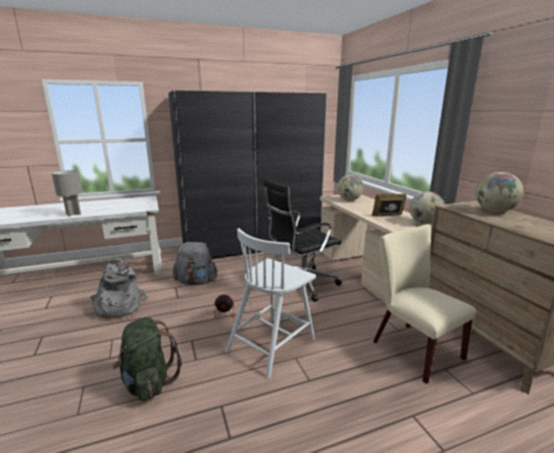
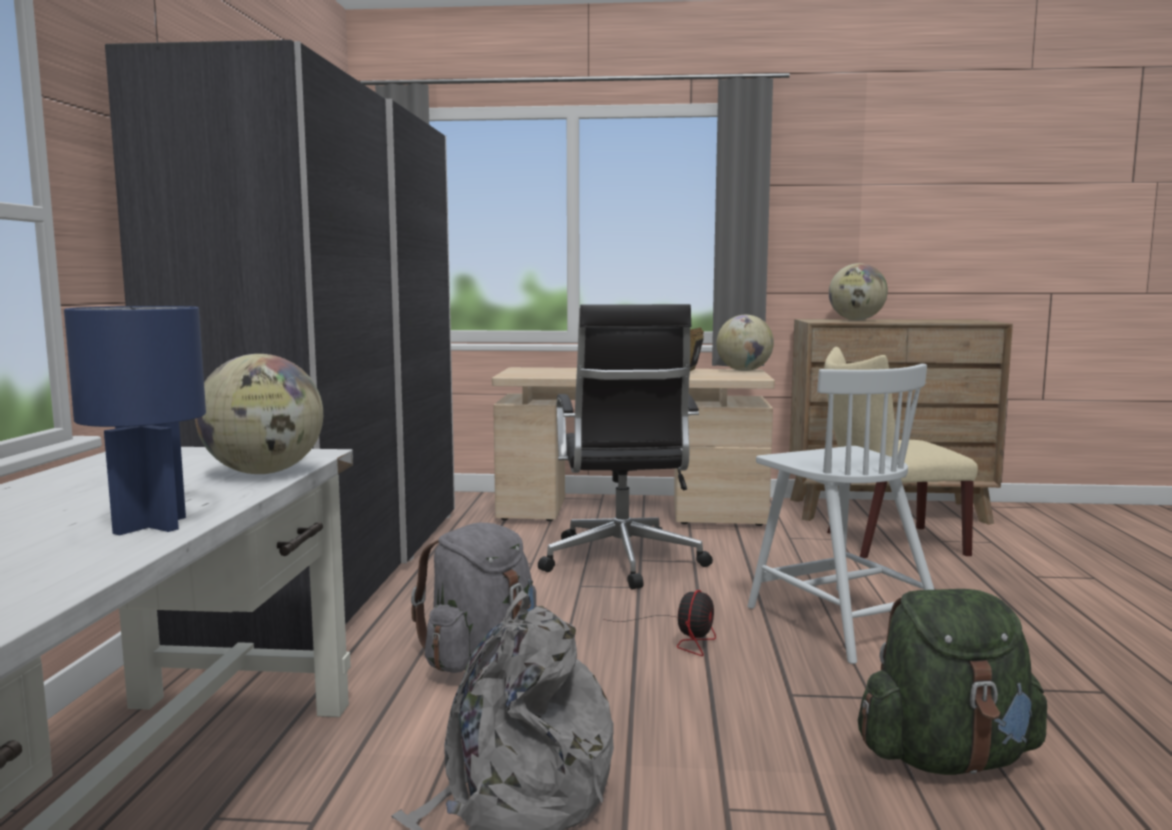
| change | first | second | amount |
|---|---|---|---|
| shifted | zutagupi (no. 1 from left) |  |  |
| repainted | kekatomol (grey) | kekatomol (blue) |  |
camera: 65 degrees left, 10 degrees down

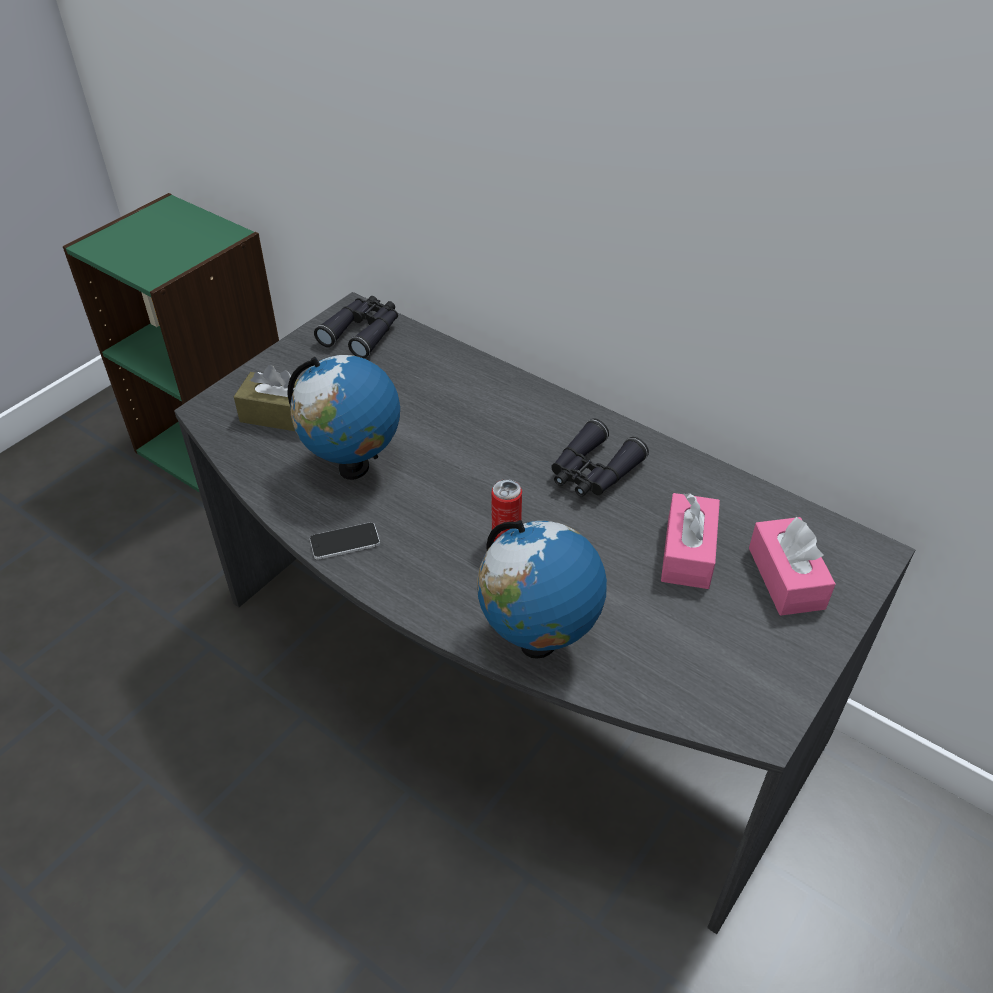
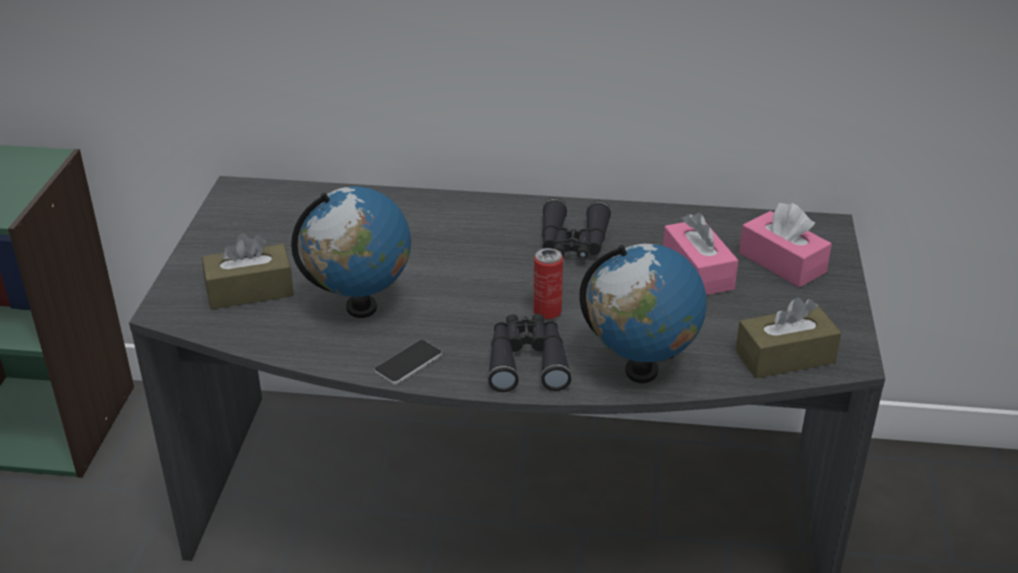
| change | first | second | amount |
|---|---|---|---|
| new |  | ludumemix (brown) (no. 2 from left) |  |
| shifted | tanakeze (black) (no. 1 from left) |  |  |
camera: 30 degrees left, 10 degrees down

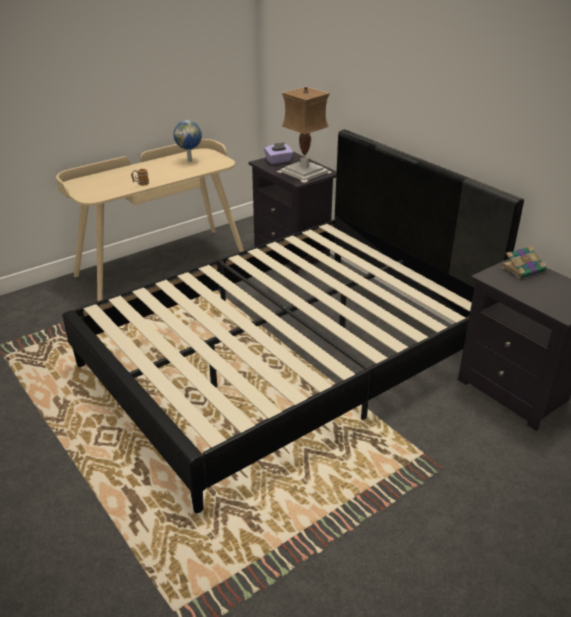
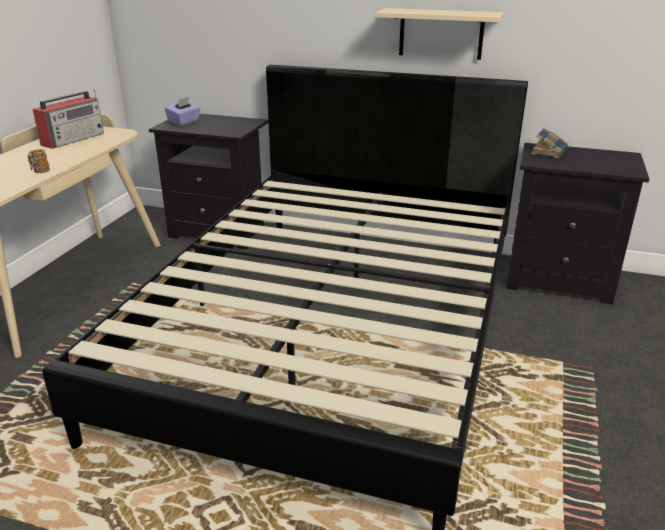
| change | first | second | amount |
|---|---|---|---|
| gone | kekatomol |  |  |
| new |  | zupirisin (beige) |  |
| swapped | zutagupi | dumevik |  |
camera: 35 degrees left, 5 degrees down

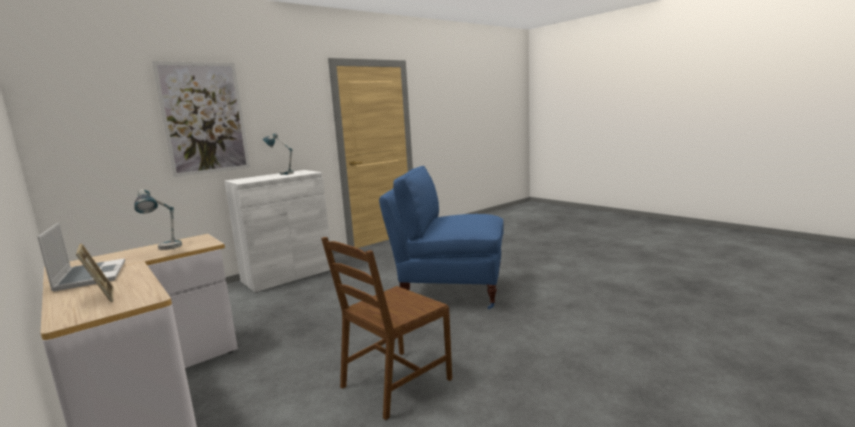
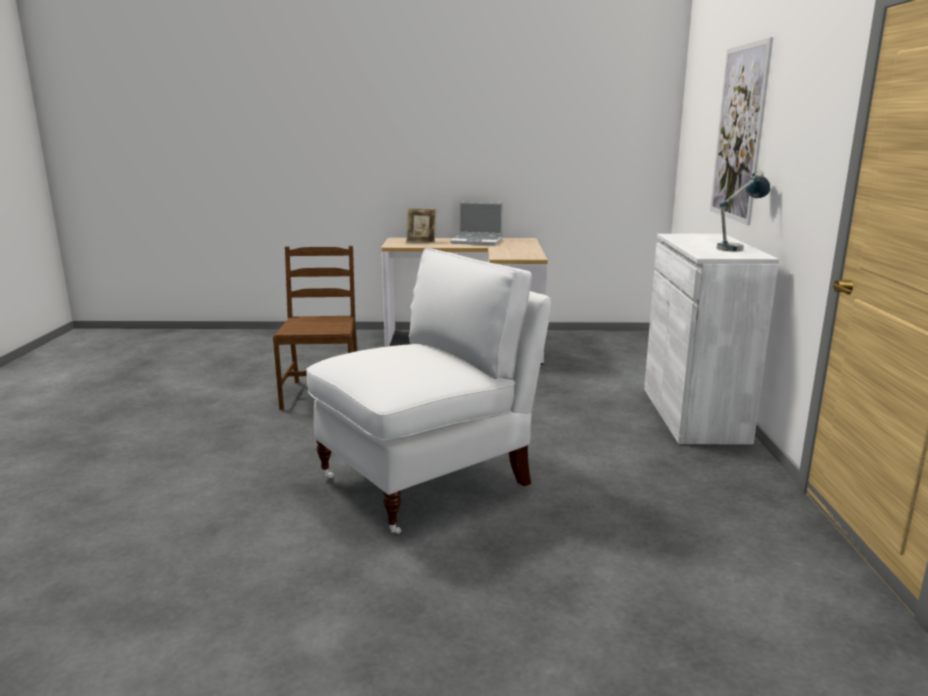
| change | first | second | amount |
|---|---|---|---|
| gone | kekatomol (no. 1 from left) |  |  |
| repainted | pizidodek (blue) | pizidodek (white) |  |
camera: 130 degrees right, 5 degrees up

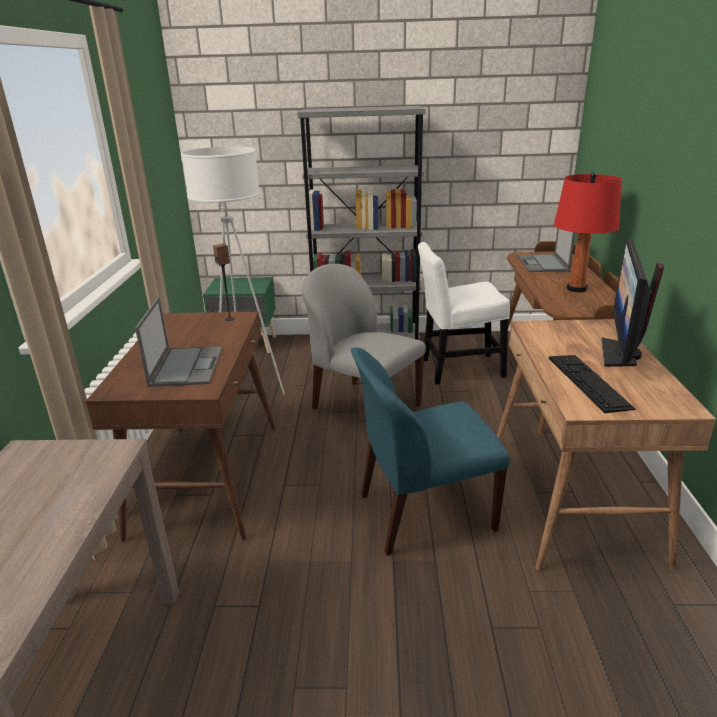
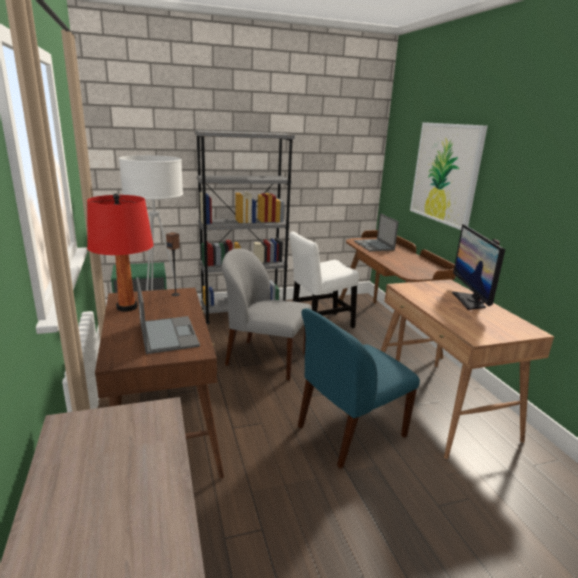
| change | first | second | amount |
|---|---|---|---|
| gone | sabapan |  |  |
| new |  | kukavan |  |
| shifted | kekatomol (red) |  |  |
camera: 20 degrees left, 5 degrees down

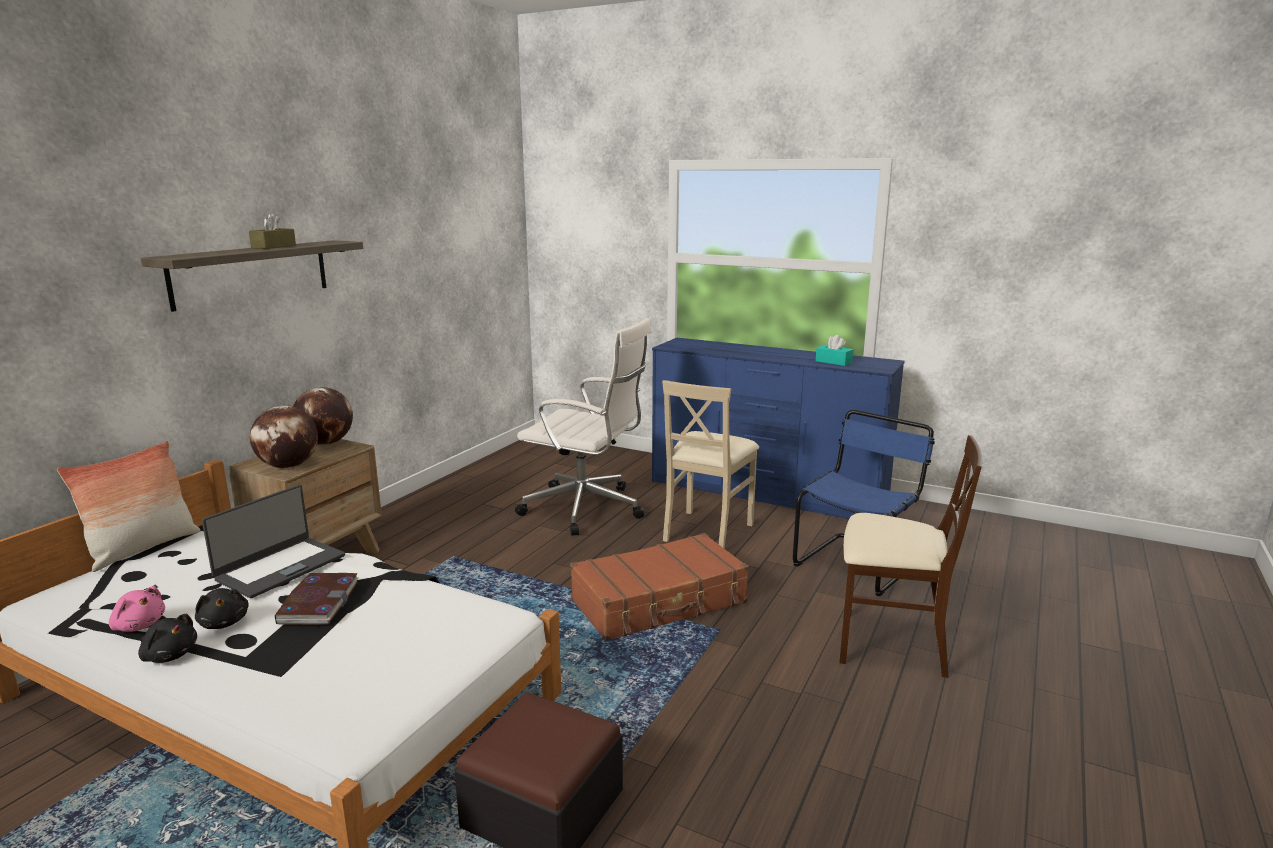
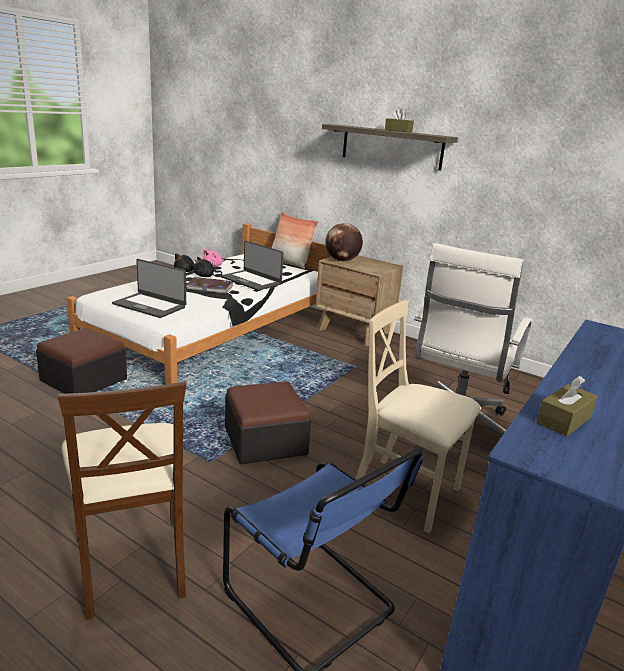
| change | first | second | amount |
|---|---|---|---|
| gone | zutagupi (no. 2 from left) |  |  |
| new |  | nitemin (no. 1 from left) |  |
| swapped | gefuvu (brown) | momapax (no. 2 from left) |  |
| repainted | ludumemix (turquoise) | ludumemix (brown) (no. 2 from left) |  |
| rotated | pizidodek (beige) (no. 2 from left in the first image) | pizidodek (beige) (no. 1 from left) | 45 degrees counterclockwise |
camera: 95 degrees right, 5 degrees up

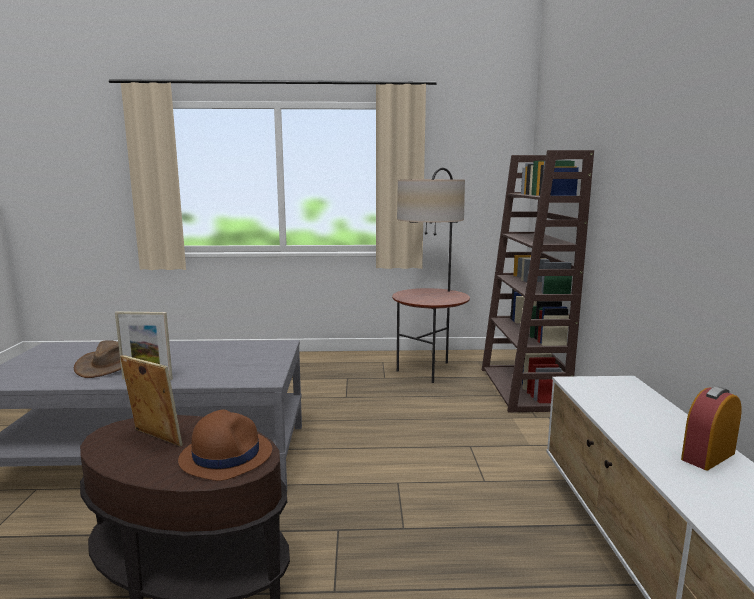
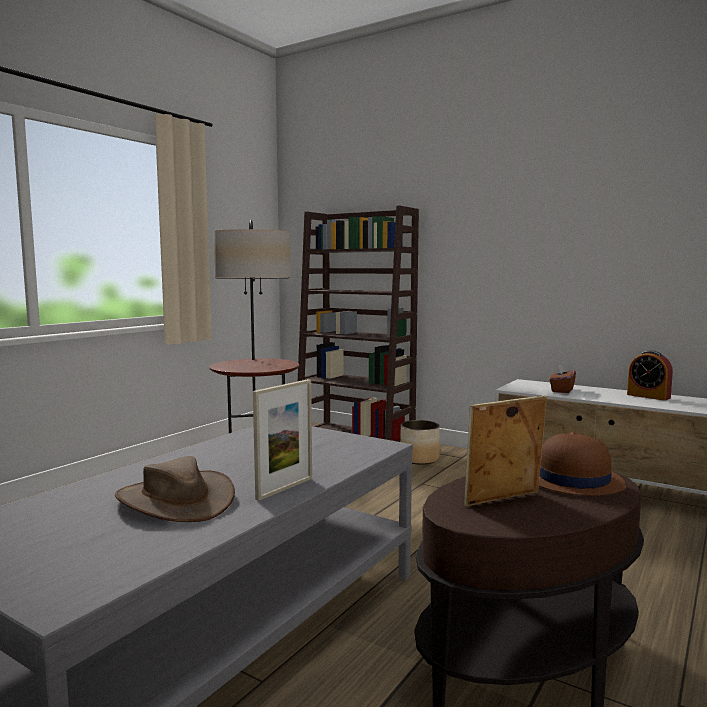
| change | first | second | amount |
|---|---|---|---|
| new |  | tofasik |  |
| new |  | ludumemix (brown) |  |
| rotated | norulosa |  | 45 degrees counterclockwise |
camera: 55 degrees left, 5 degrees down

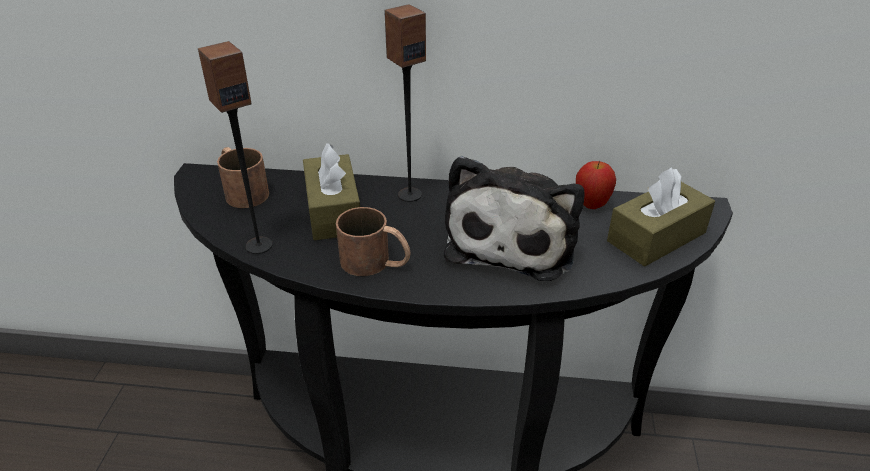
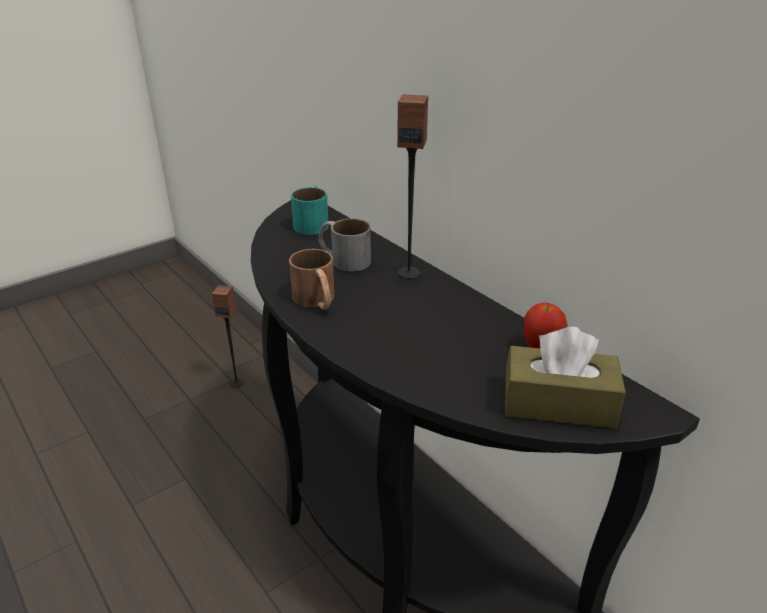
| change | first | second | amount |
|---|---|---|---|
| gone | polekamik |  |  |
| shifted | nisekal (no. 1 from left) |  |  |
| swapped | ludumemix (brown) (no. 1 from left) | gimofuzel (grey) |  |
| repainted | gimofuzel (brown) (no. 1 from left) | gimofuzel (turquoise) |  |
camera: 45 degrees right, 5 degrees down

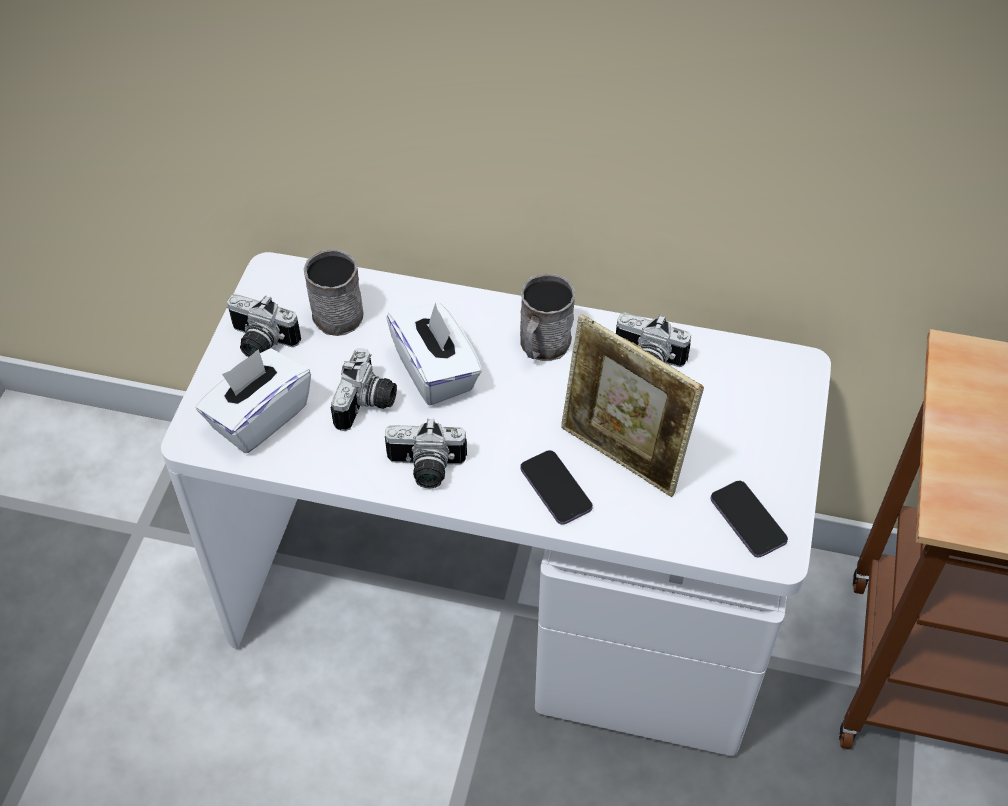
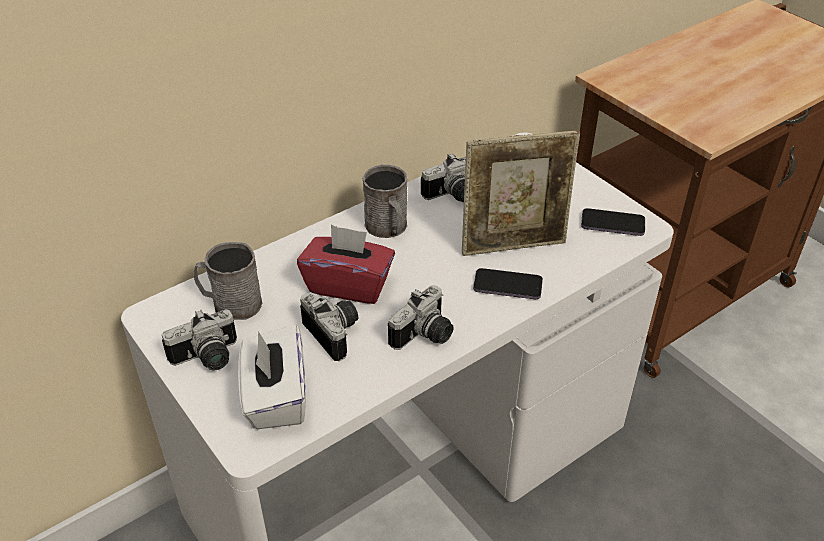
| change | first | second | amount |
|---|---|---|---|
| repainted | ludumemix (white) (no. 2 from left) | ludumemix (red) |  |
camera: 50 degrees left, 10 degrees down

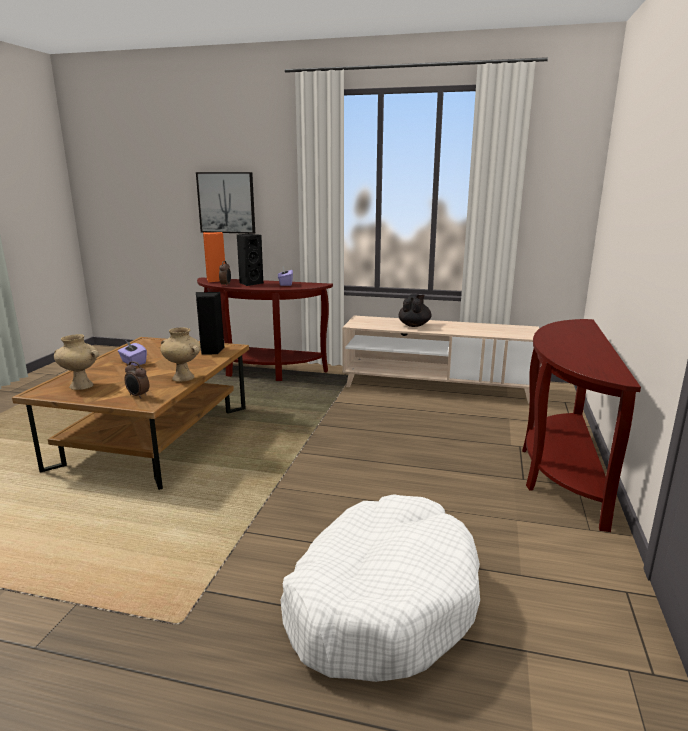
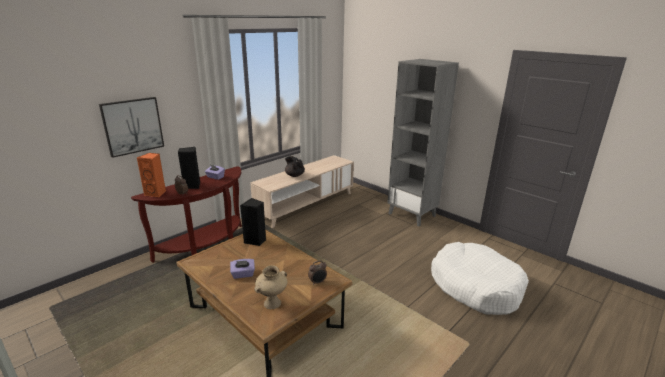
| change | first | second | amount |
|---|---|---|---|
| gone | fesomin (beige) (no. 2 from left) |  |  |
| swapped | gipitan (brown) (no. 2 from left) | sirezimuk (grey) |  |
camera: 60 degrees left, 5 degrees up

